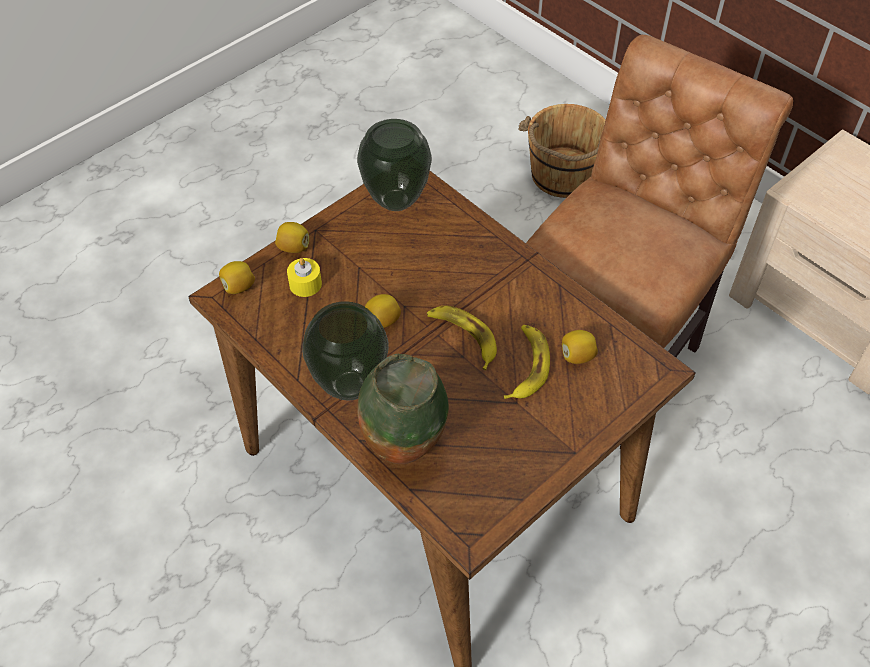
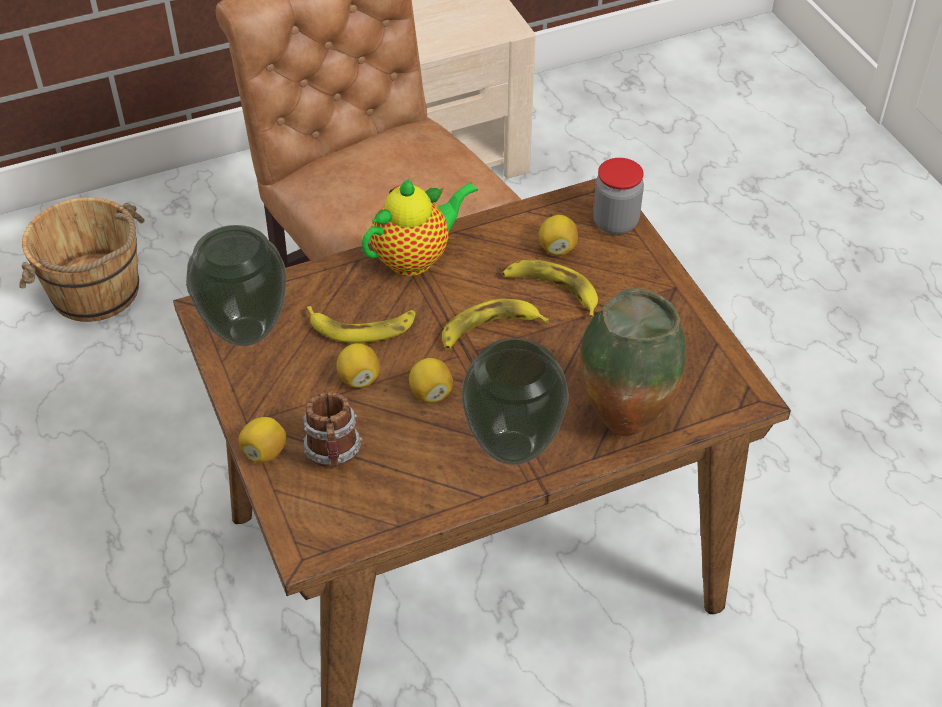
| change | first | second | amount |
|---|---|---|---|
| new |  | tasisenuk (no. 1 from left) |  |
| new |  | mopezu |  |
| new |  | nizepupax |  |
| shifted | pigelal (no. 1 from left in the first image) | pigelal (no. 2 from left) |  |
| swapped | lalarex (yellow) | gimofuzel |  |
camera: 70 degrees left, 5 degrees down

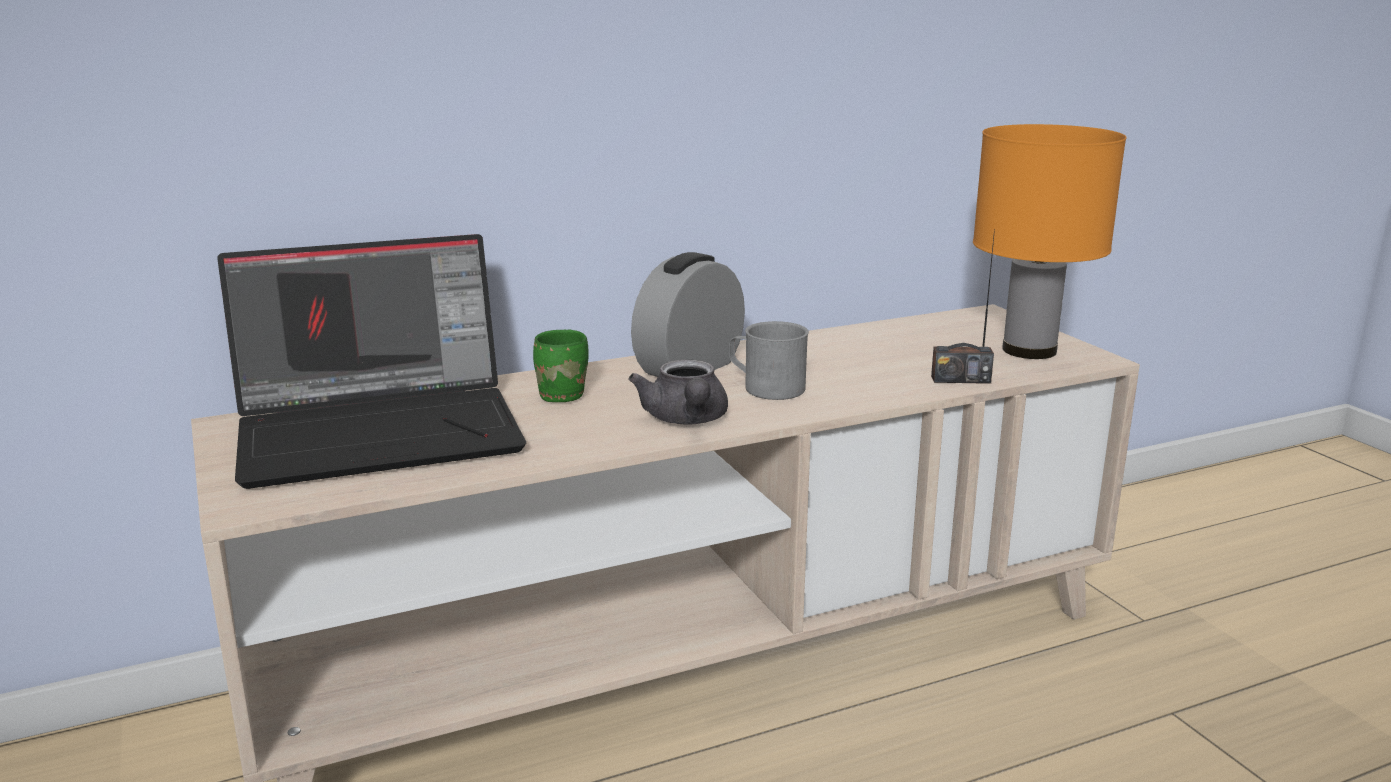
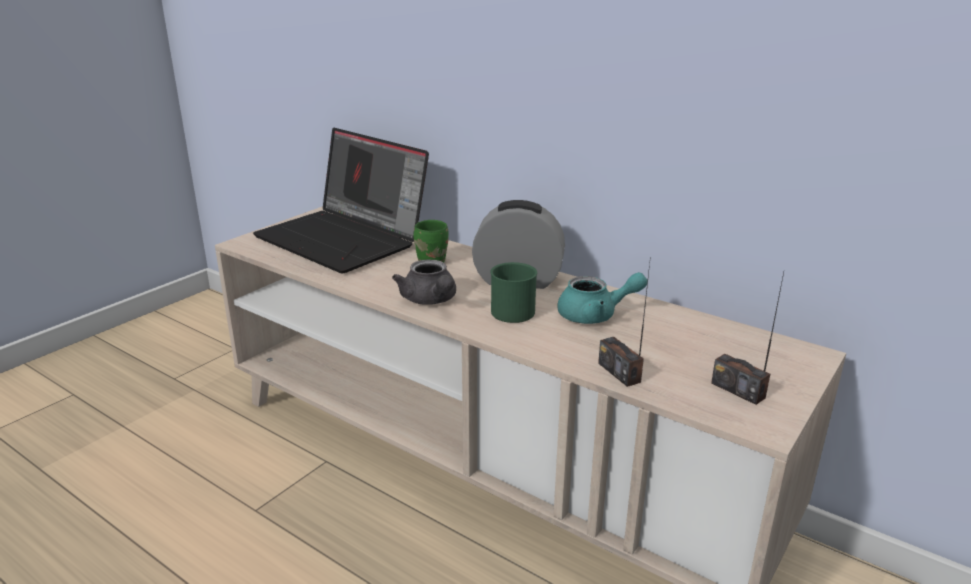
| change | first | second | amount |
|---|---|---|---|
| new |  | mopezu (turquoise) |  |
| swapped | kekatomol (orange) | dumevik (no. 2 from left) |  |
| repainted | gimofuzel (grey) | gimofuzel (green) (no. 2 from left) |  |
| rotated | mopezu (grey) |  | 75 degrees counterclockwise |
camera: 60 degrees right, 5 degrees up

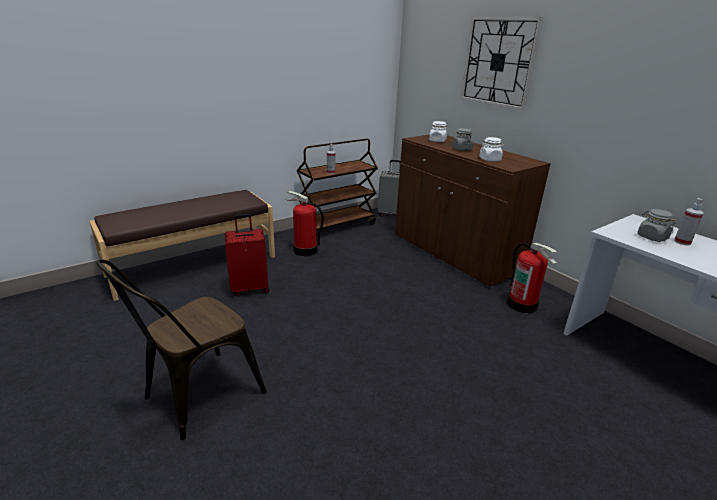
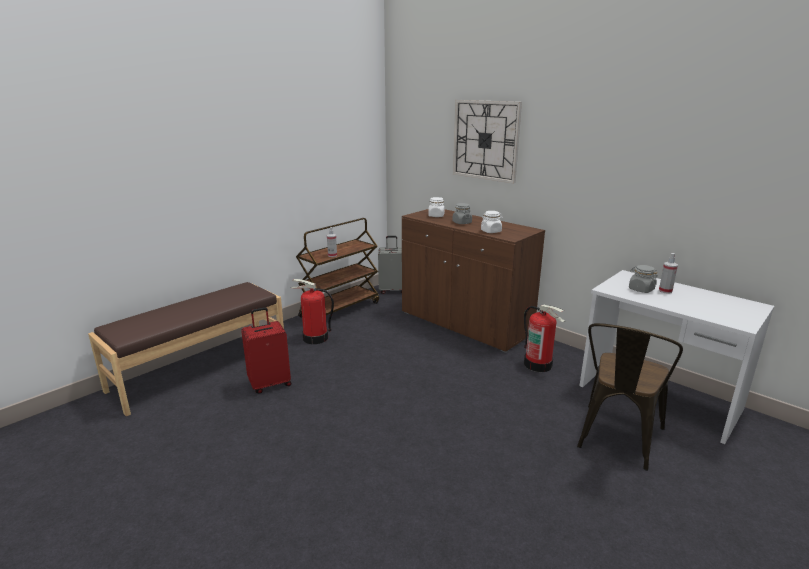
| change | first | second | amount |
|---|---|---|---|
| shifted | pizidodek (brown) |  |  |
camera: 10 degrees left, 5 degrees down

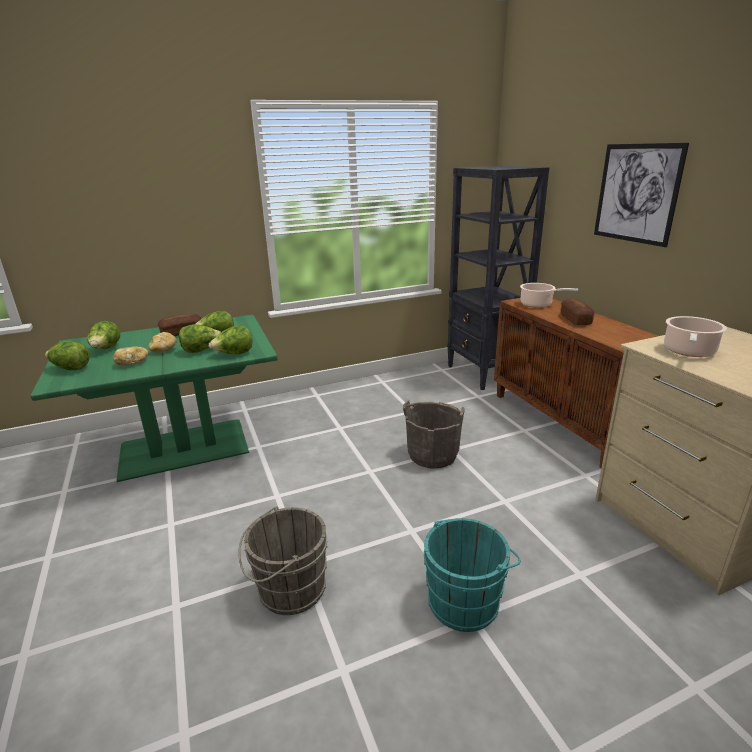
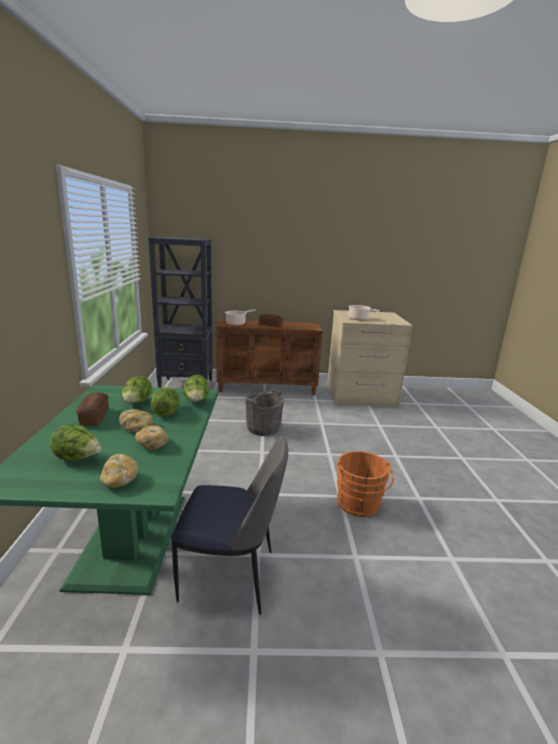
| change | first | second | amount |
|---|---|---|---|
| gone | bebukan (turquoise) |  |  |
| gone | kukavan |  |  |
| new |  | pizidodek |  |
| swapped | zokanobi (no. 1 from left) | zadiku (no. 2 from left) |  |
| repainted | bebukan (grey) (no. 1 from left) | bebukan (orange) |  |
camera: 70 degrees left, 5 degrees down

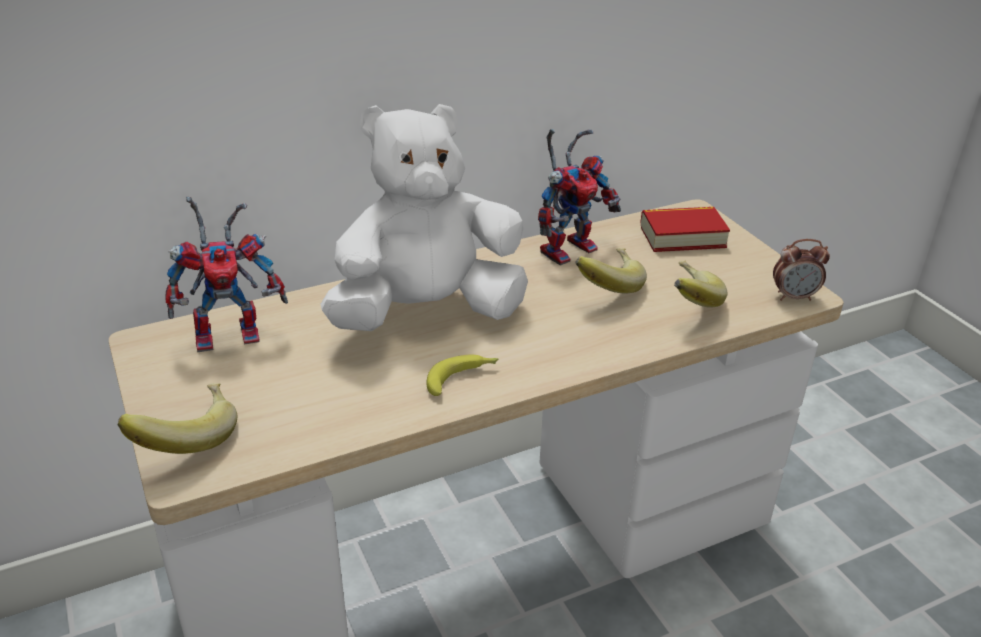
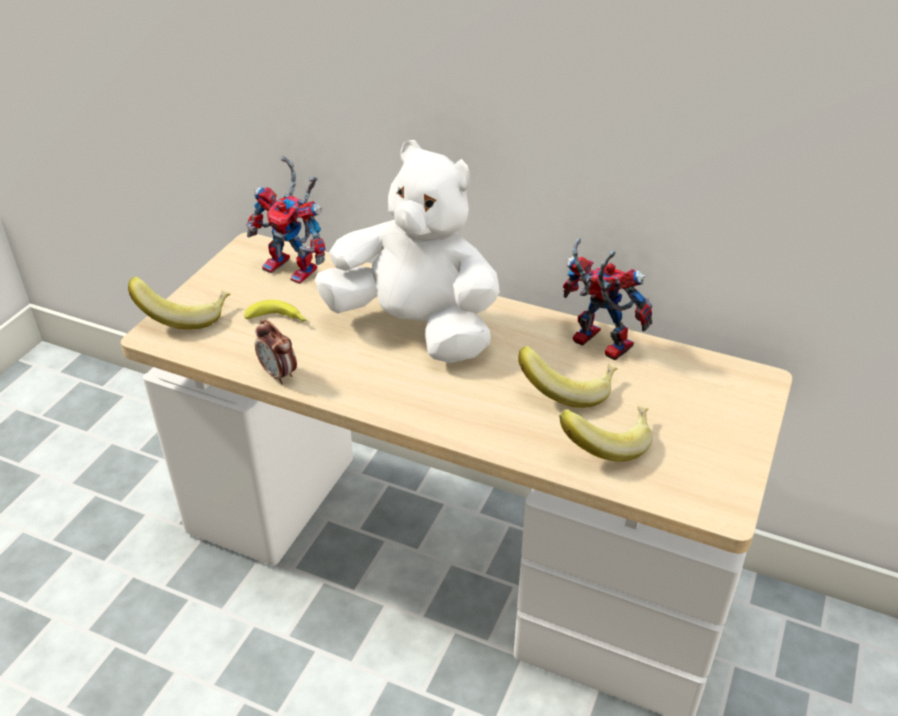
| change | first | second | amount |
|---|---|---|---|
| gone | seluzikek |  |  |
| shifted | tasisenuk (no. 2 from left) |  |  |
| shifted | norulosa |  |  |
| rotated | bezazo (no. 2 from left) |  | 150 degrees counterclockwise |
camera: 50 degrees right, 5 degrees up

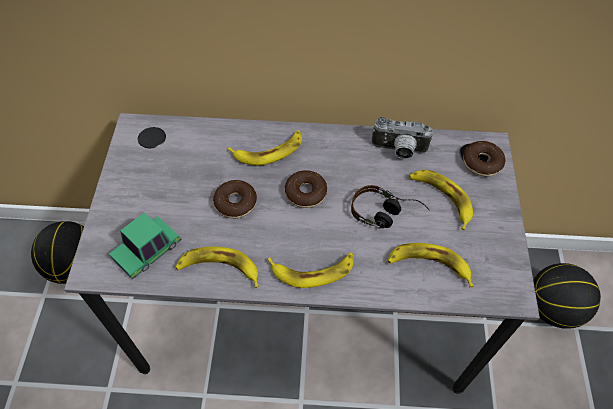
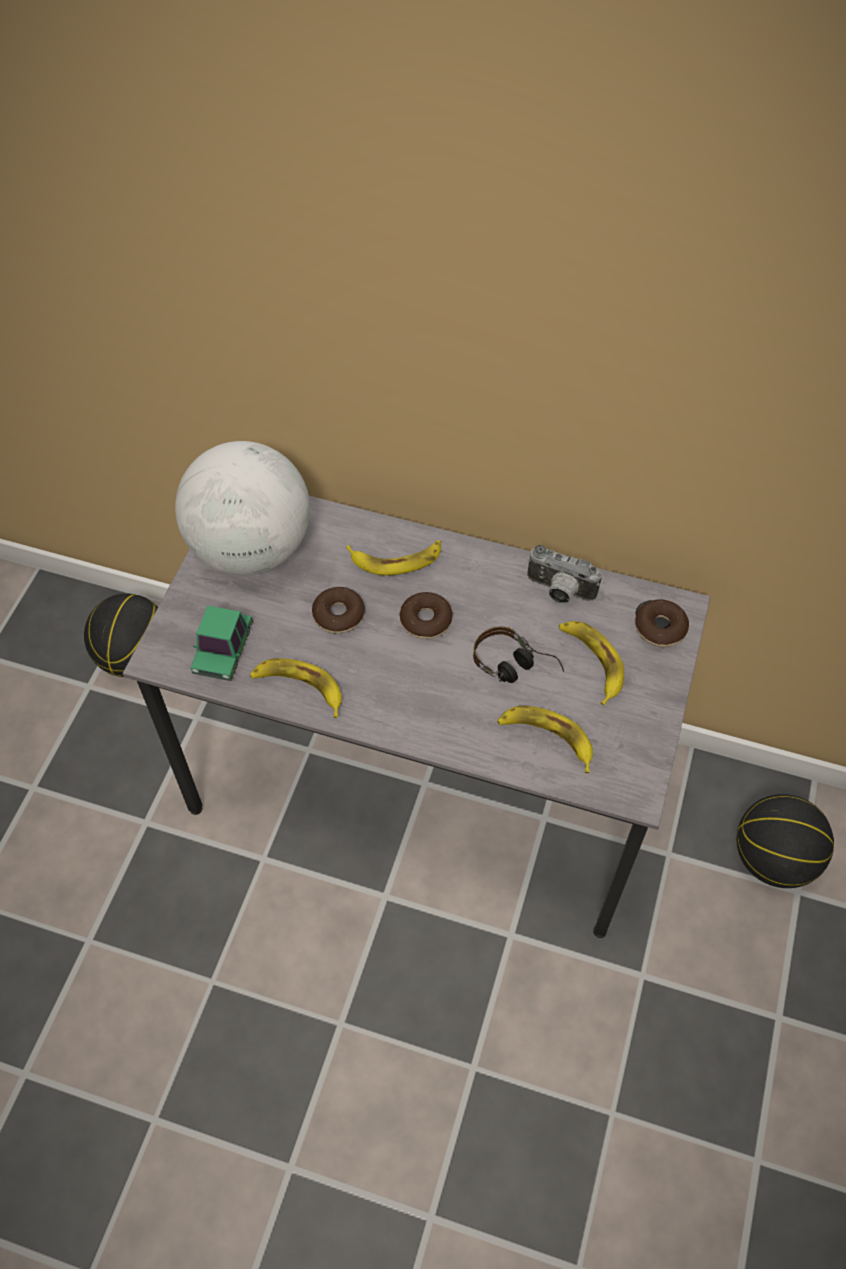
| change | first | second | amount |
|---|---|---|---|
| gone | tasisenuk (no. 3 from left) |  |  |
| new |  | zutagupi |  |
| rotated | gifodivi |  | 45 degrees counterclockwise |
camera: 15 degrees right, 0 degrees up

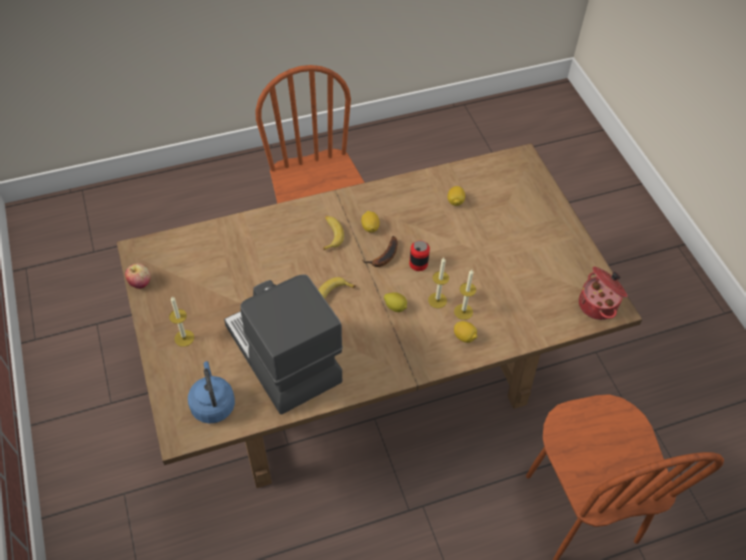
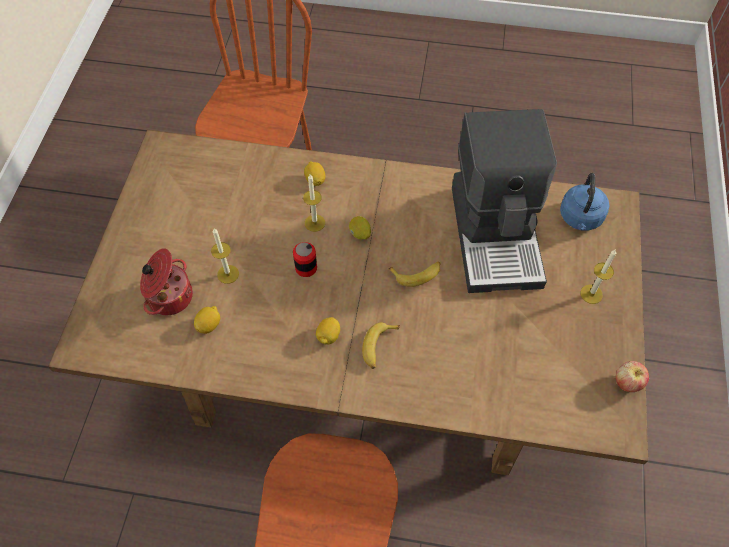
| change | first | second | amount |
|---|---|---|---|
| gone | tasisenuk (no. 3 from left) |  |  |
| shifted | lalarex (no. 3 from left in the first image) | lalarex (no. 1 from left) |  |
| shifted | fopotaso |  |  |
camera: 150 degrees left, 5 degrees up

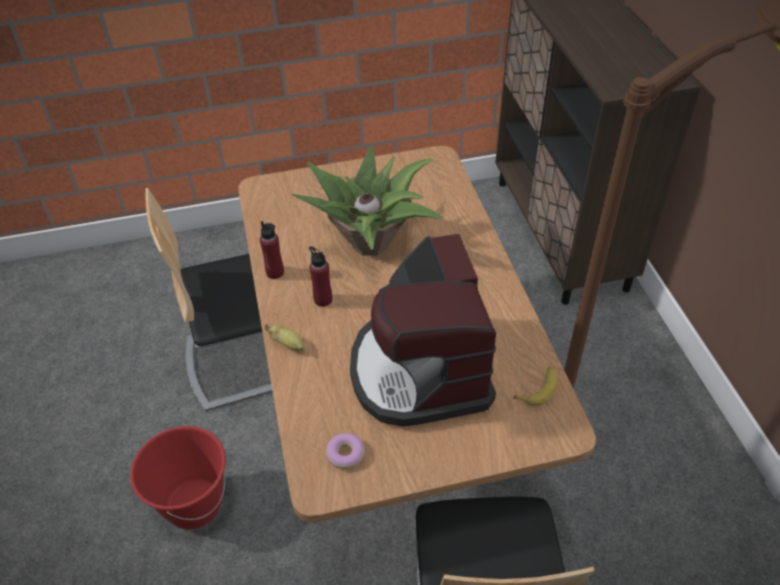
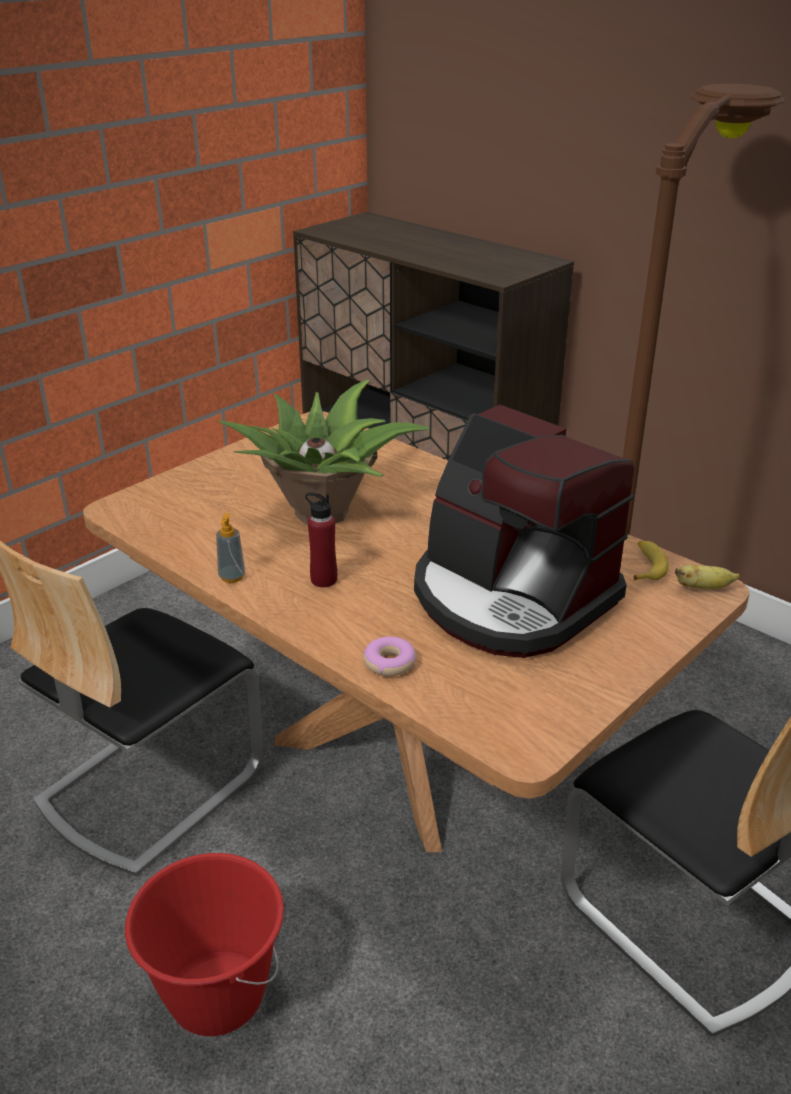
| change | first | second | amount |
|---|---|---|---|
| shifted | tasisenuk (no. 1 from left in the first image) | tasisenuk (no. 2 from left) |  |
| shifted | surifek |  |  |
| swapped | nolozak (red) (no. 1 from left) | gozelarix |  |
camera: 35 degrees left, 15 degrees down

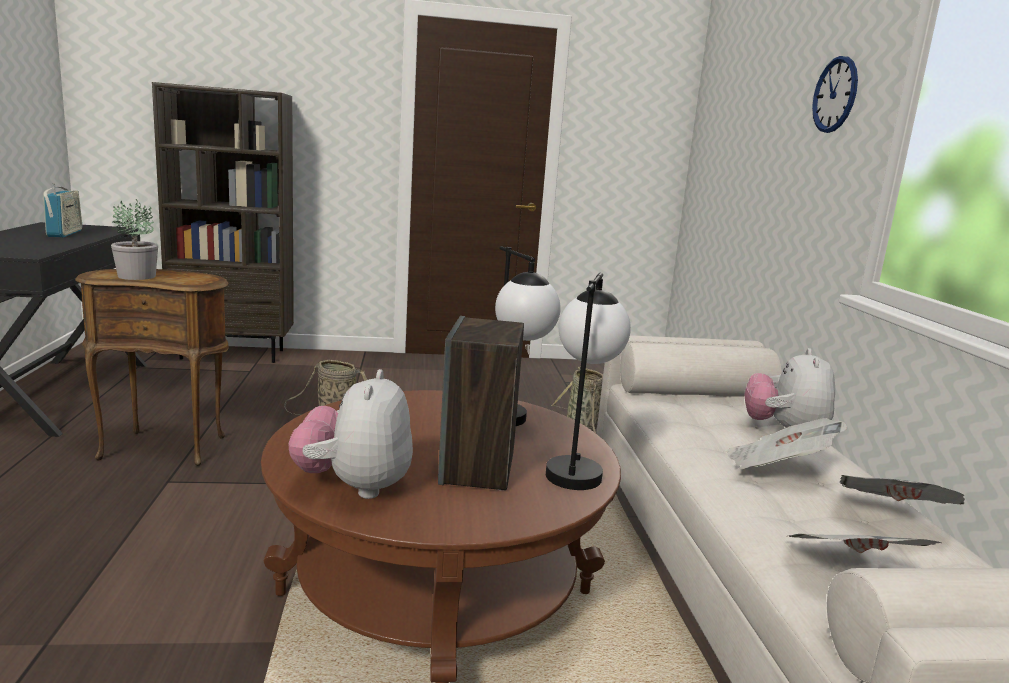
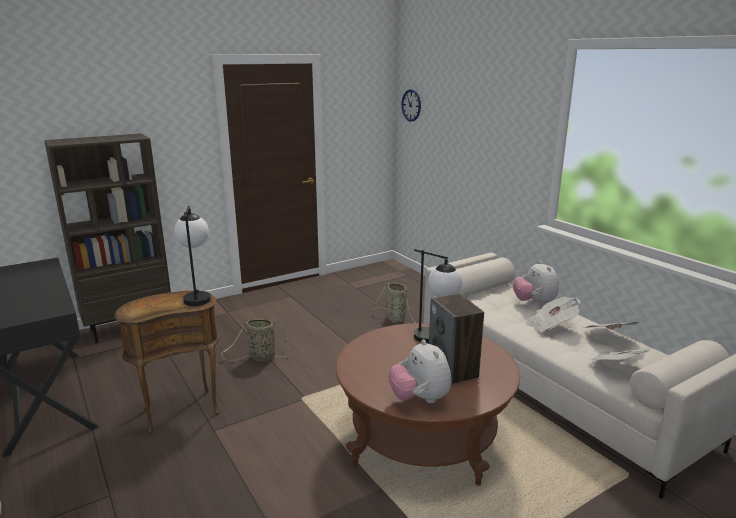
| change | first | second | amount |
|---|---|---|---|
| gone | dumevik |  |  |
| gone | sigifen |  |  |
| shifted | kekatomol (no. 2 from left in the first image) | kekatomol (no. 1 from left) |  |
| shifted | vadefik |  |  |
camera: 25 degrees left, 5 degrees up

